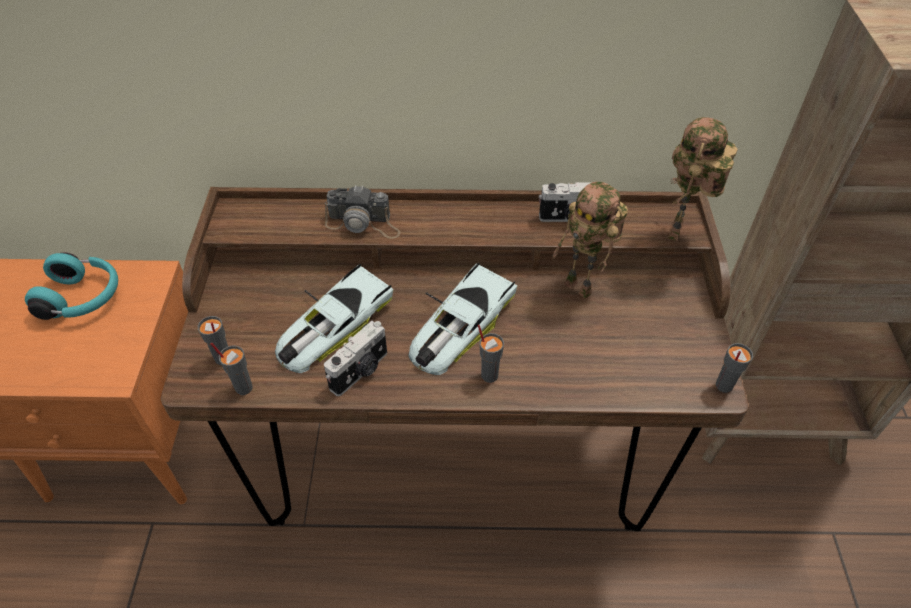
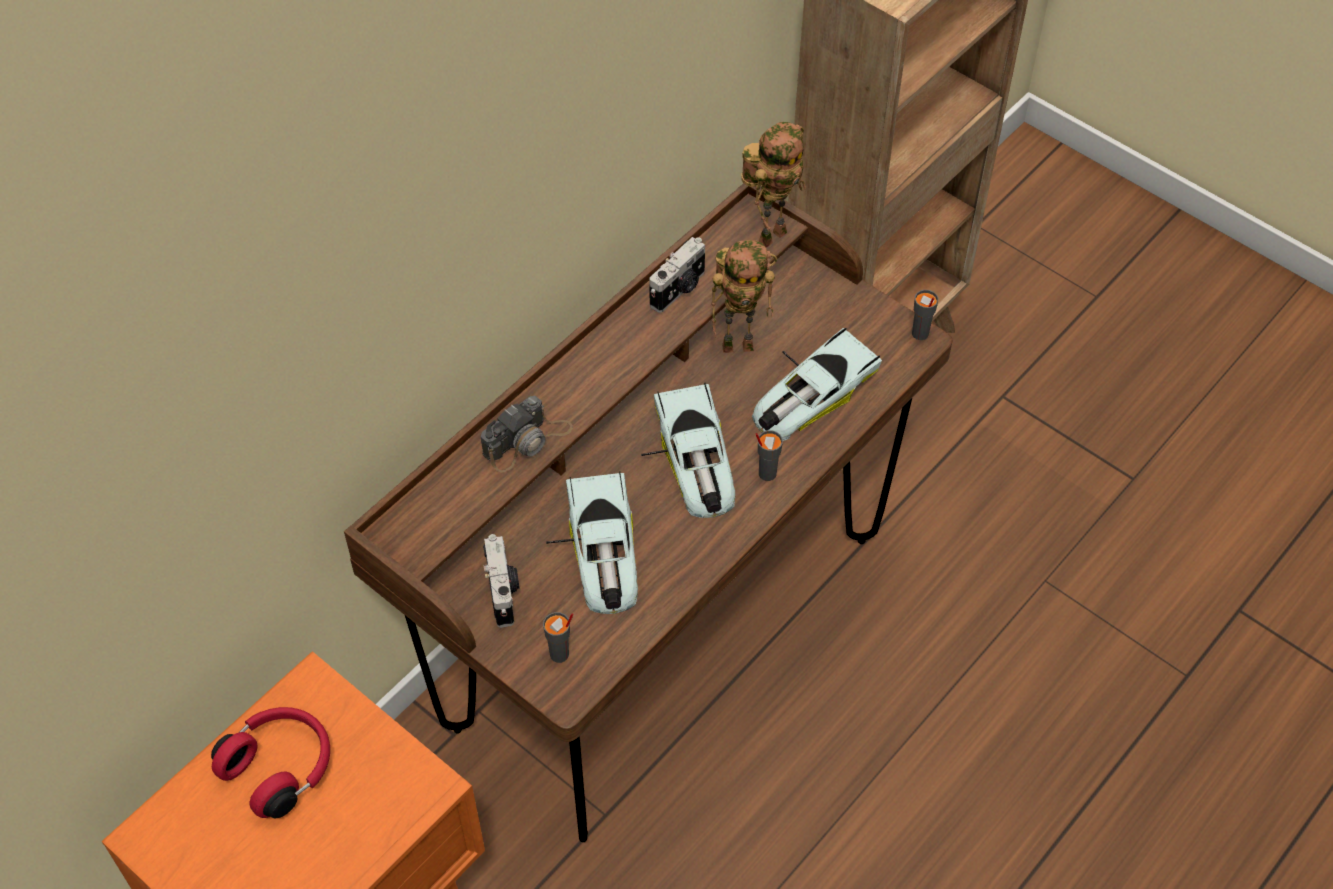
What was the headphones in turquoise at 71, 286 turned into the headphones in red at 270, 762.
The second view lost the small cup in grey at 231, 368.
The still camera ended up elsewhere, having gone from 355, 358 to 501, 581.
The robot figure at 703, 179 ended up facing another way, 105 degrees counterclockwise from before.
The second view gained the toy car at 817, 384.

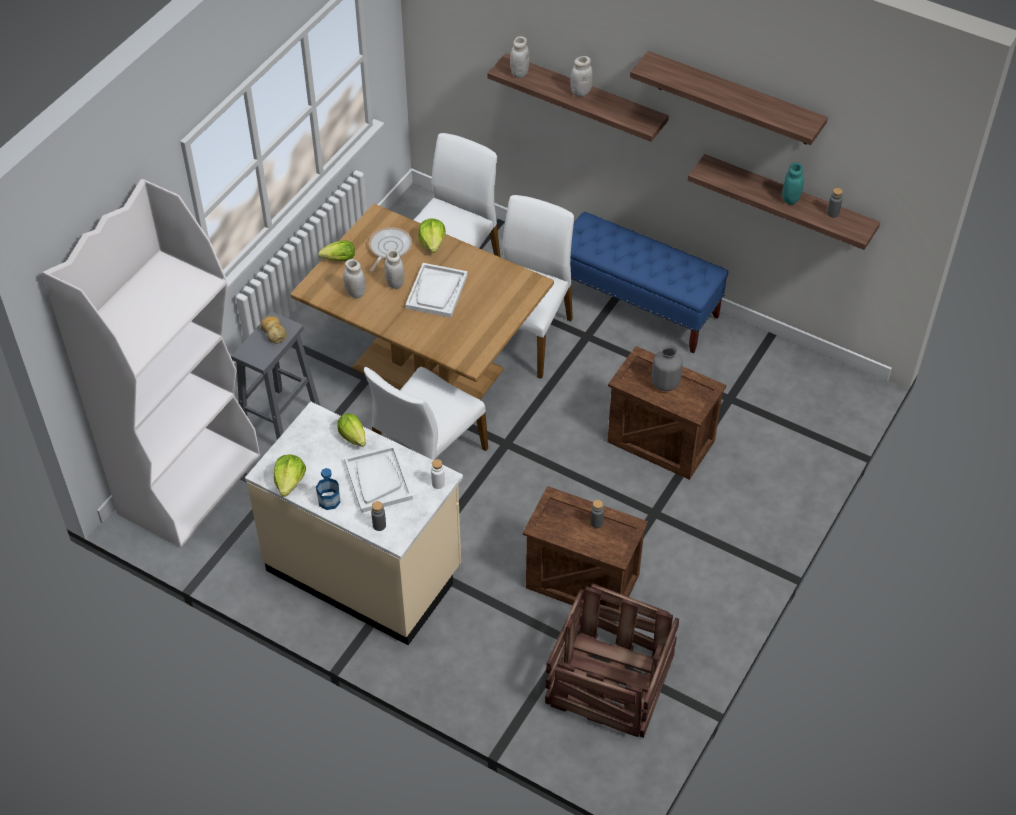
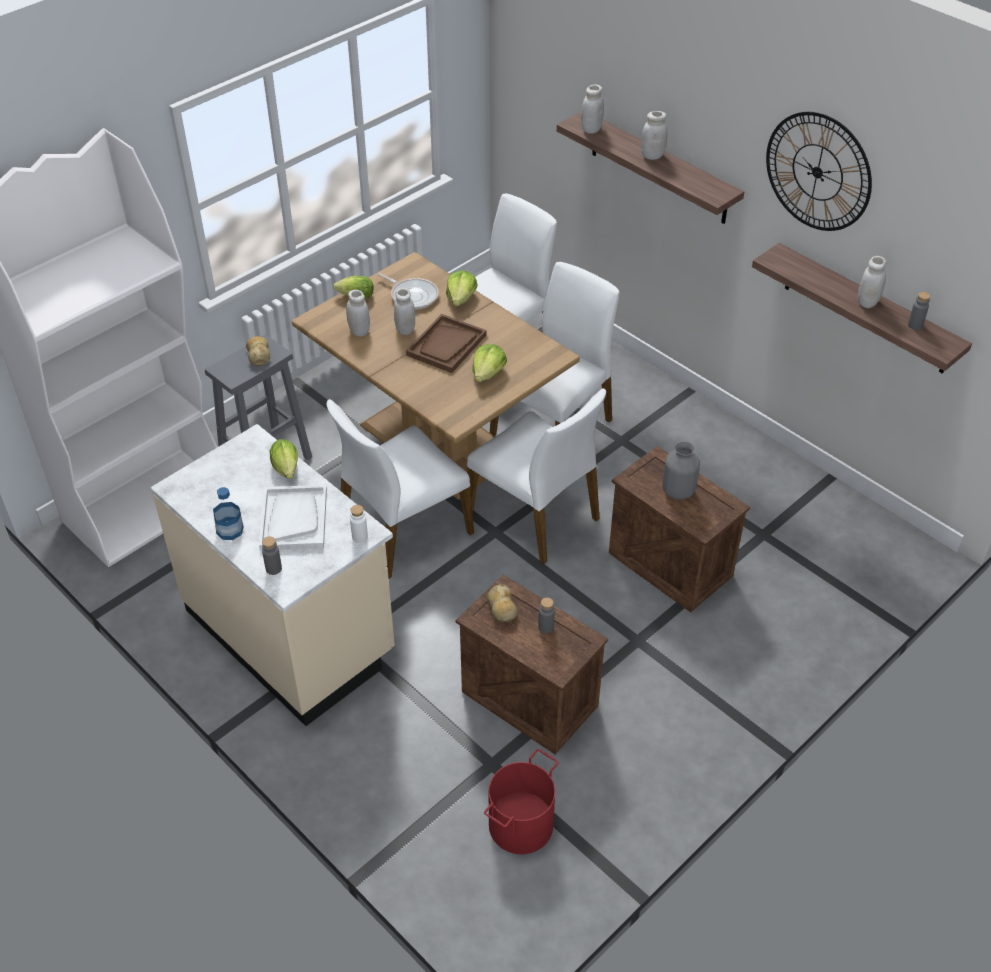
The head of lettuce ended up elsewhere, having gone from 290, 475 to 489, 363.
The pan at 390, 249 ended up facing another way, 90 degrees clockwise from before.
What was the serving tray in white at 436, 290 turned into the serving tray in brown at 446, 343.
Where the crate stood at 612, 660, the water bucket in red came to stand at 521, 801.
The second view lost the indoor bench in blue-coloured at 649, 282.
Where the shelf hung at 729, 98, the wall clock came to hang at 819, 171.
What was the preserve jar in turquoise at 793, 184 turned into the preserve jar in white at 872, 282.
The second view gained the chair in white at 536, 476.
The second view gained the bread at 502, 603.

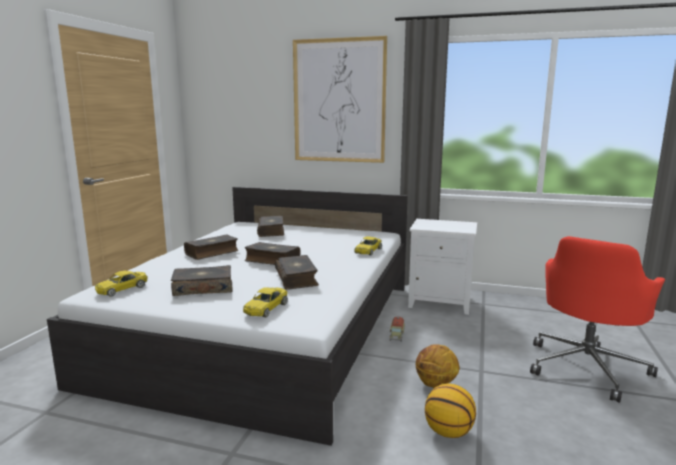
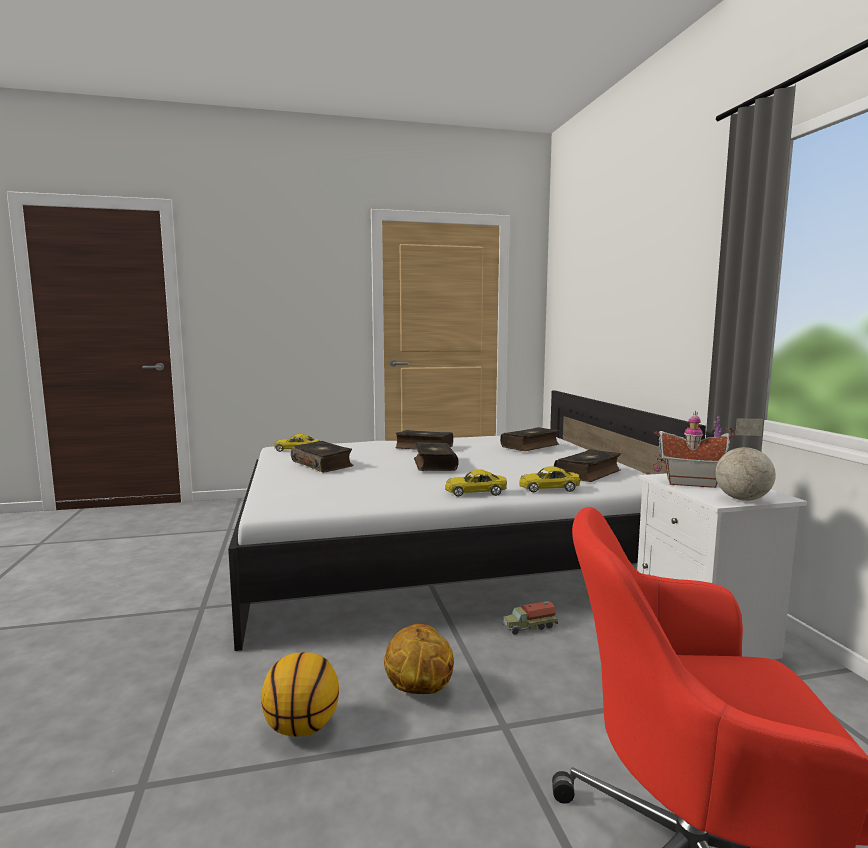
The toy car in yellow ended up elsewhere, having gone from 265, 302 to 476, 483.
The book ended up elsewhere, having gone from 297, 272 to 587, 465.
The second view lost the wall picture at 340, 99.
The second view gained the model house at 694, 449.
The second view gained the world globe at 745, 459.

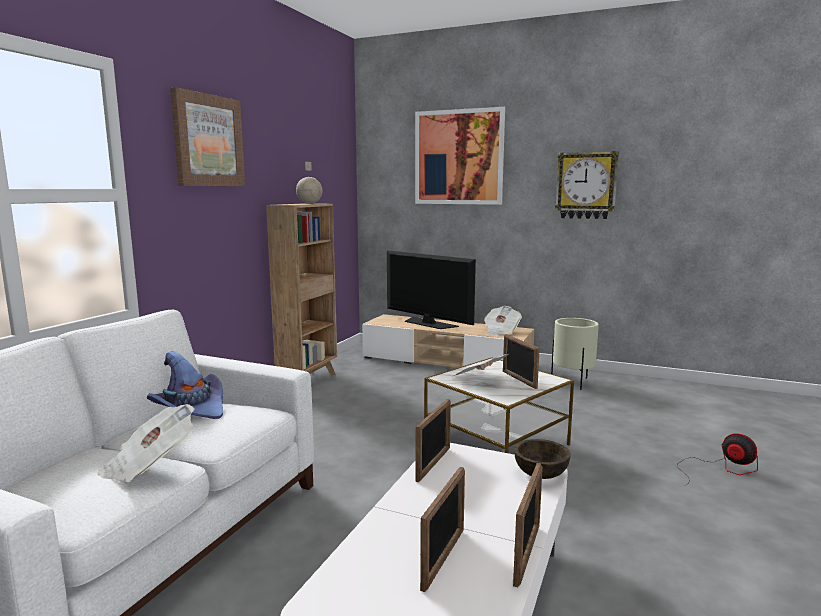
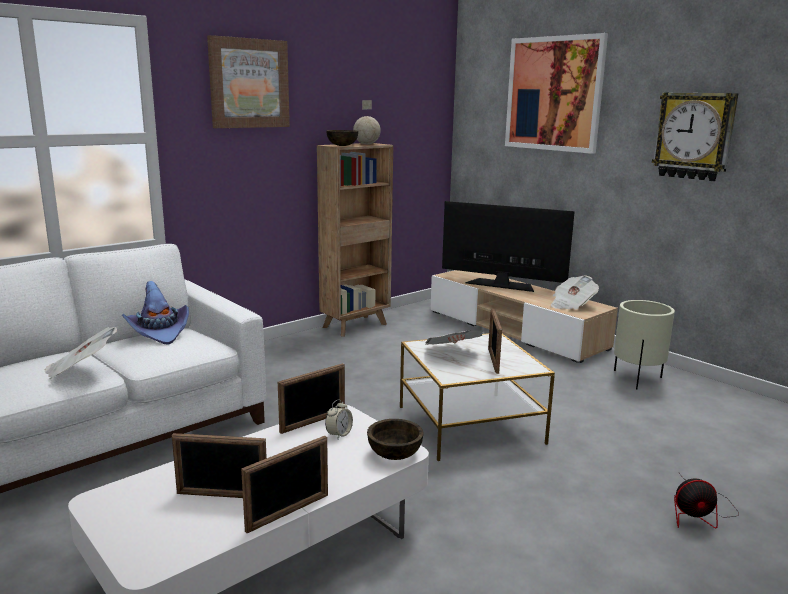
The TV set at 431, 289 ended up facing another way, 135 degrees clockwise from before.
The picture frame at 442, 529 ended up facing another way, 45 degrees clockwise from before.
The cooling fan at 717, 460 ended up facing another way, 105 degrees clockwise from before.
The second view gained the bedside clock at 339, 419.
The second view gained the deep dish in brown at 342, 138.

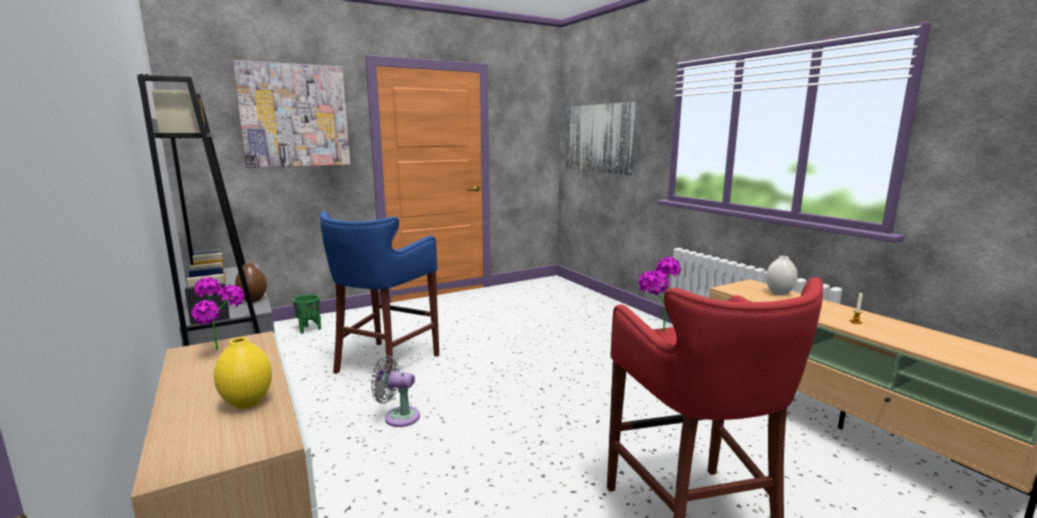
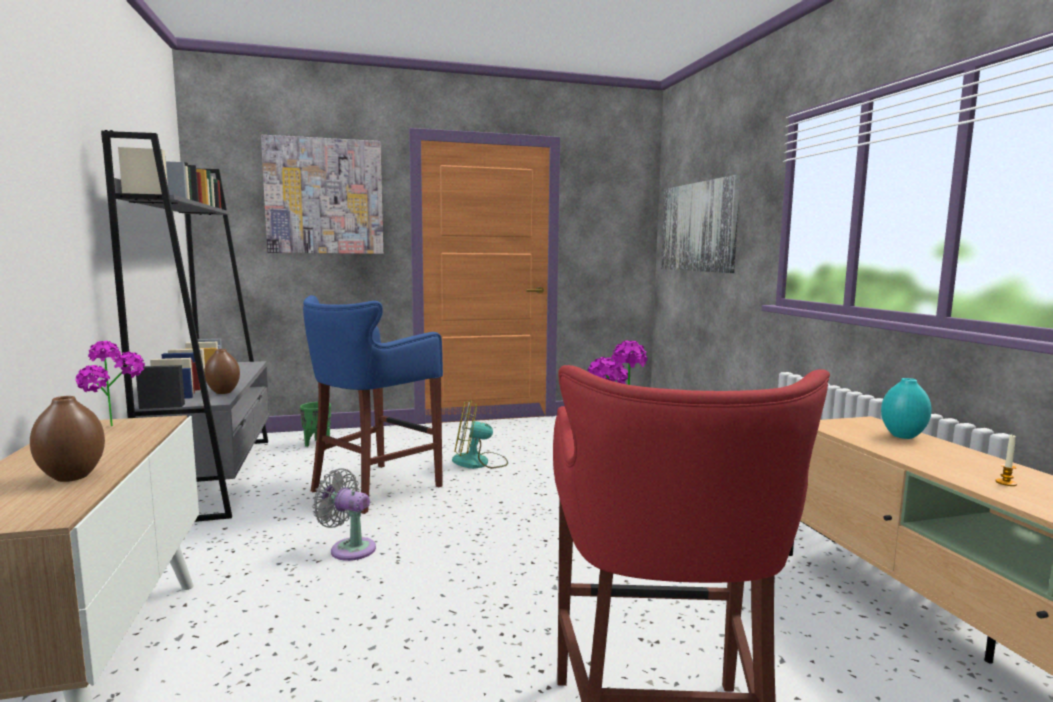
What was the vase in yellow at 243, 373 turned into the vase in brown at 67, 439.
What was the vase in white at 782, 275 turned into the vase in turquoise at 906, 408.
The second view gained the cooling fan at 480, 434.

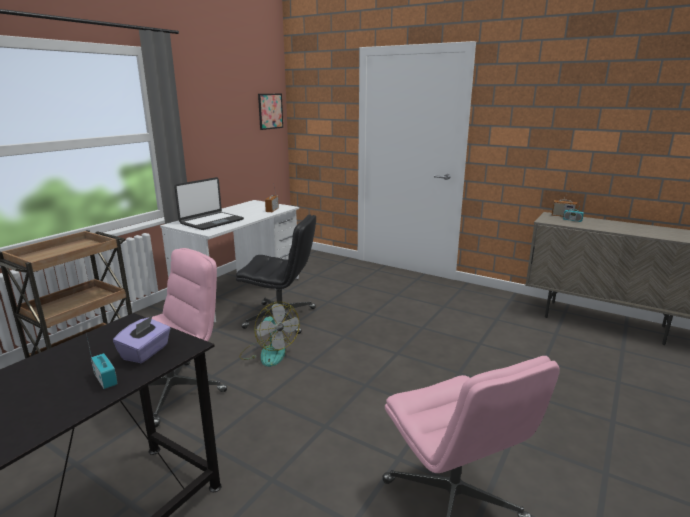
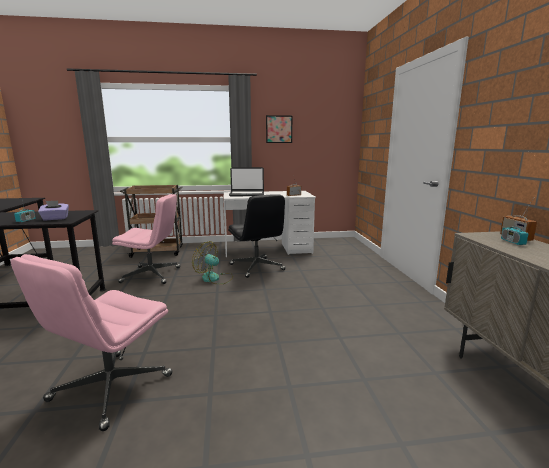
The cooling fan at 269, 334 ended up facing another way, 105 degrees clockwise from before.
The wall picture ended up elsewhere, having gone from 270, 112 to 279, 129.

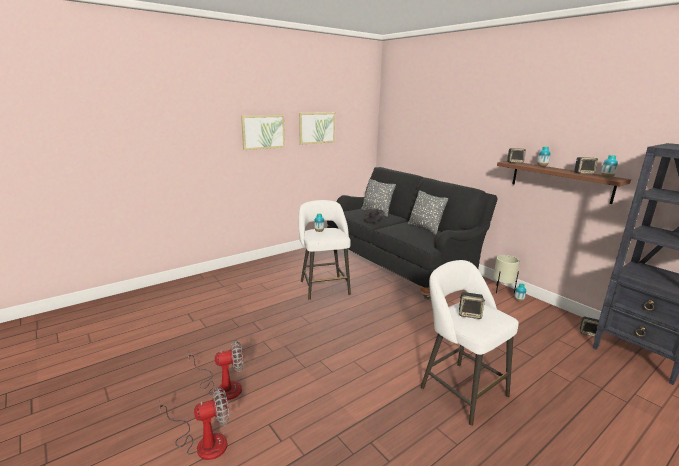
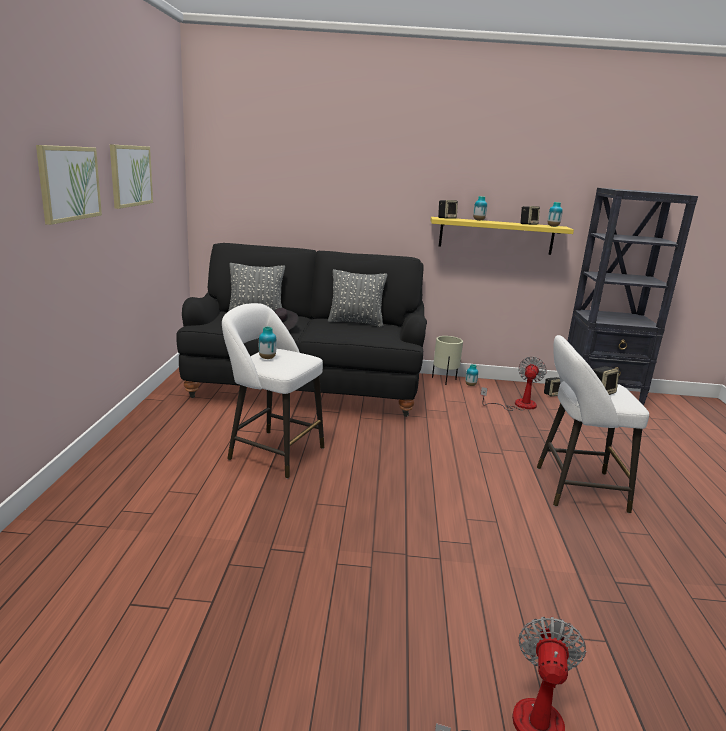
The cooling fan ended up elsewhere, having gone from 215, 370 to 513, 384.
What was the shelf in brown at 564, 182 turned into the shelf in yellow at 502, 236.

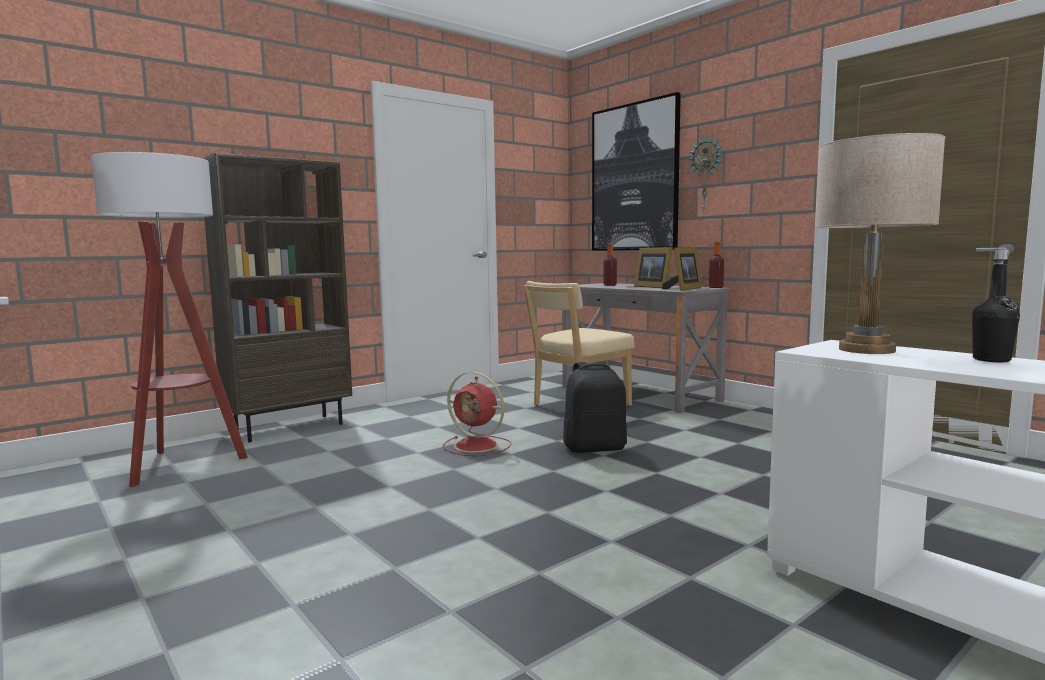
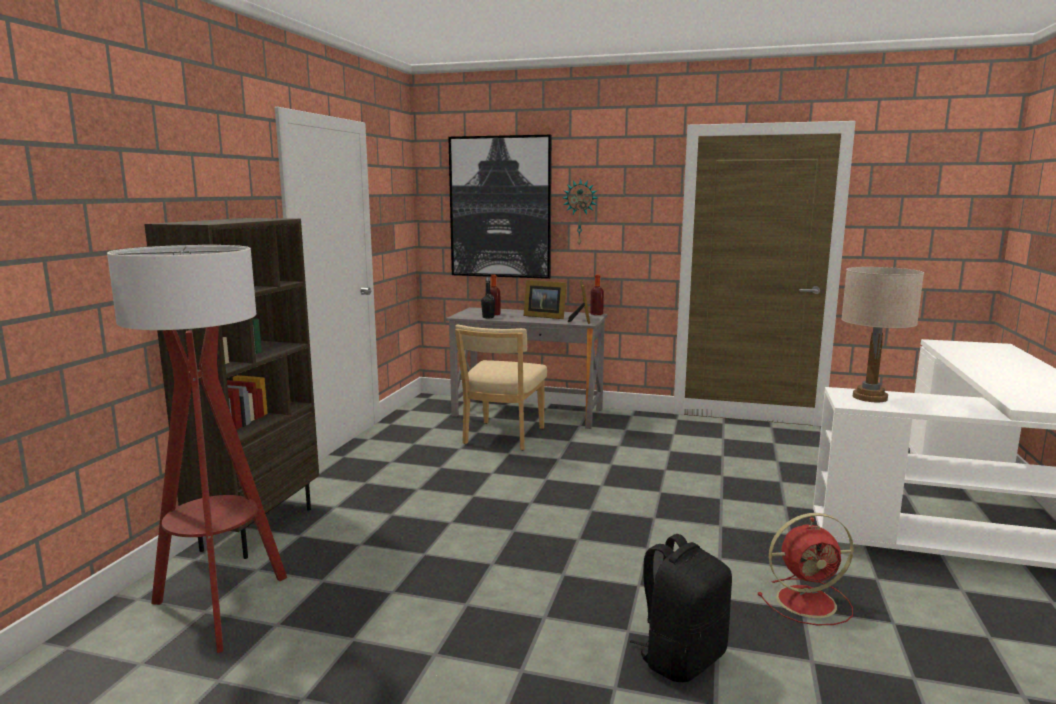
The cooling fan in red ended up elsewhere, having gone from 477, 414 to 805, 569.
The backpack in black-coloured ended up elsewhere, having gone from 595, 407 to 681, 608.
The drink bottle in black-coloured ended up elsewhere, having gone from 996, 305 to 488, 298.

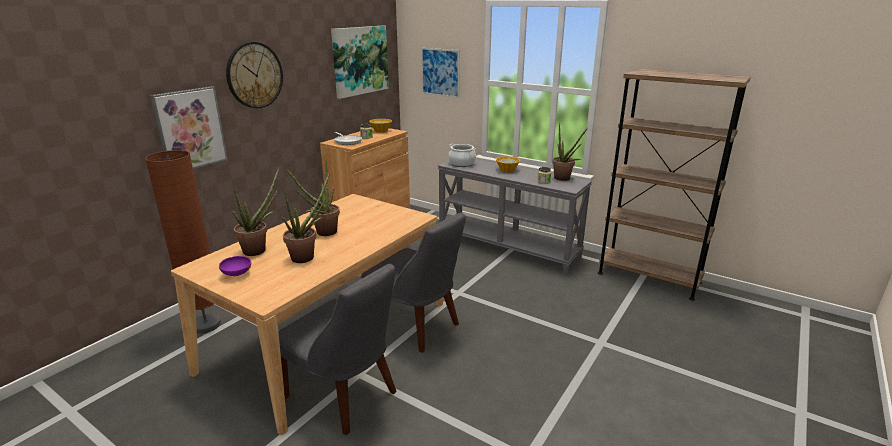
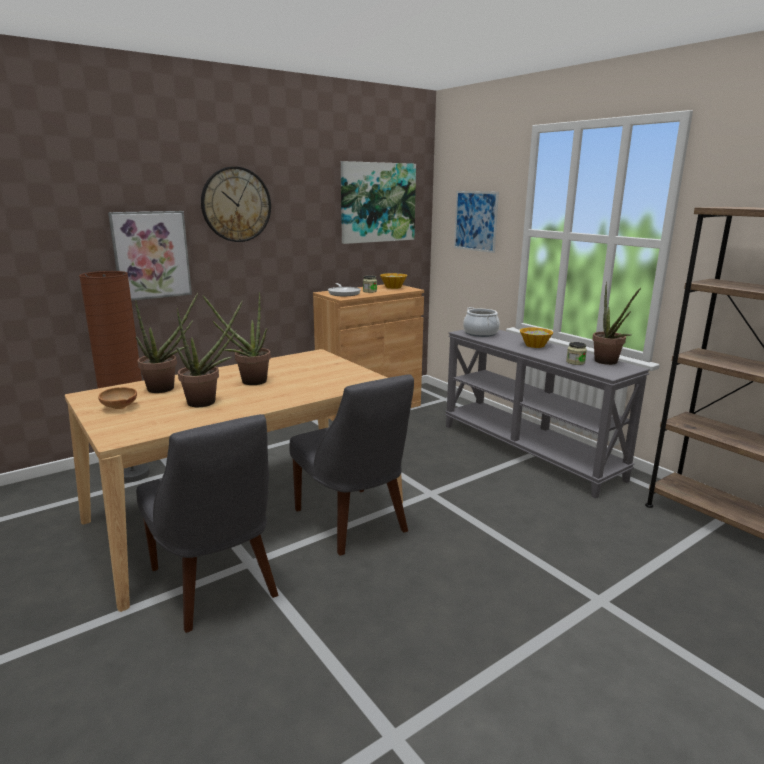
What was the deep dish in purple-coloured at 235, 266 turned into the deep dish in brown at 117, 398.

